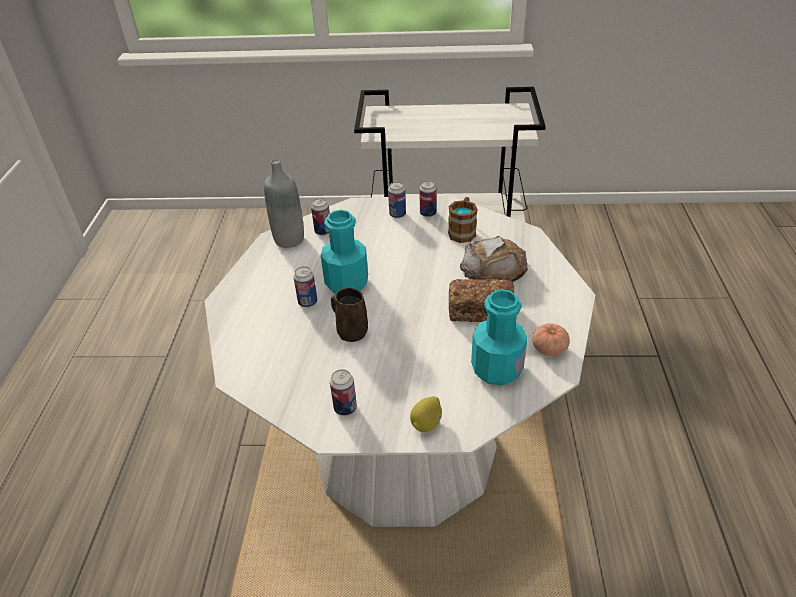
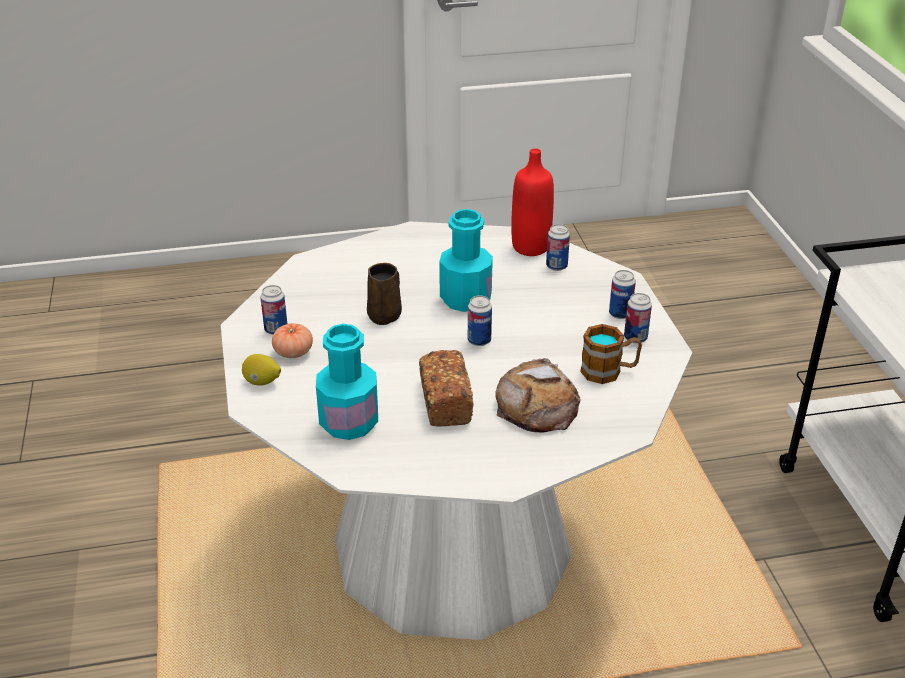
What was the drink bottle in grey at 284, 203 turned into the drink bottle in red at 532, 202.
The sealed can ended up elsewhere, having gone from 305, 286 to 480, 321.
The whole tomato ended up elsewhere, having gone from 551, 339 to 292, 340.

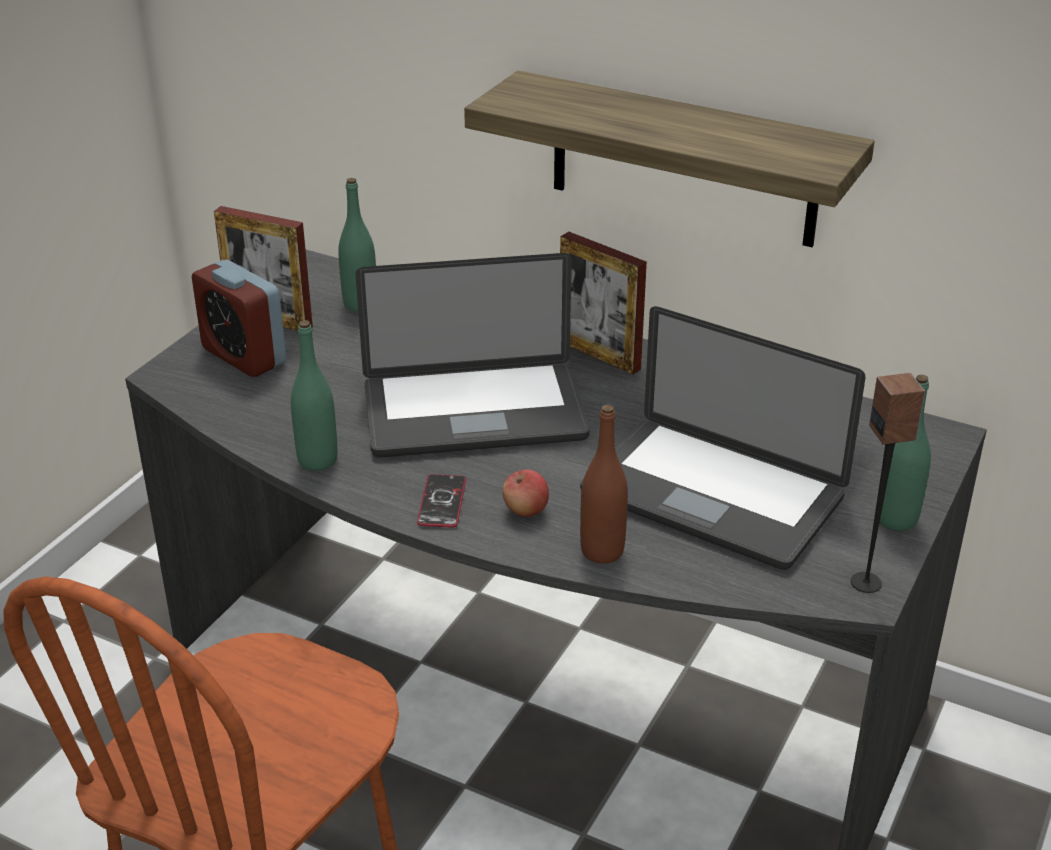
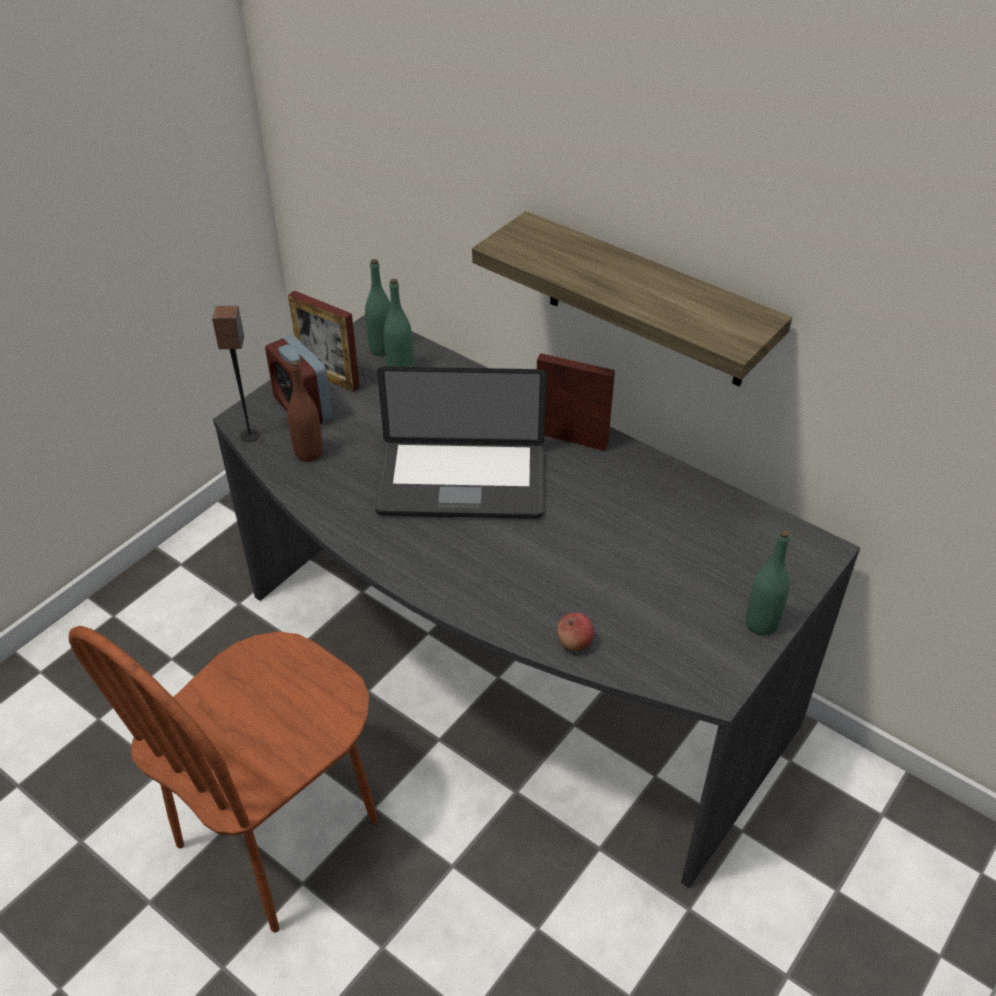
The drink bottle in green ended up elsewhere, having gone from 314, 395 to 377, 307.
The second view lost the telephone at 441, 501.
The whole apple ended up elsewhere, having gone from 526, 493 to 575, 632.
The picture frame at 603, 303 ended up facing another way, 150 degrees clockwise from before.
The second view lost the notebook computer at 723, 438.
The drink bottle in brown ended up elsewhere, having gone from 604, 484 to 305, 411.
The audio speaker ended up elsewhere, having gone from 888, 483 to 236, 374.

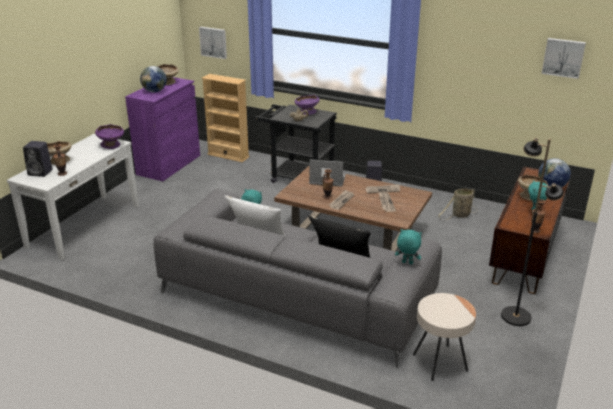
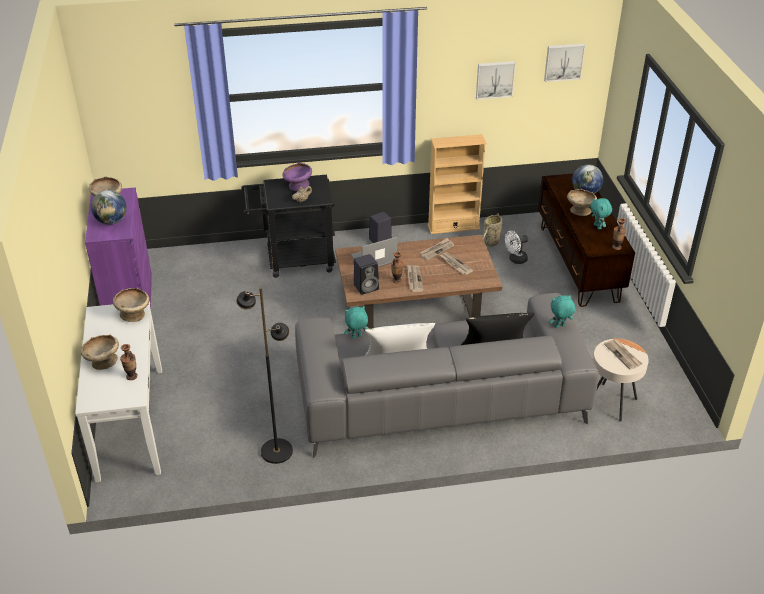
The audio speaker in black-coloured ended up elsewhere, having gone from 38, 159 to 366, 274.
What was the deep dish in purple-coloured at 109, 136 turned into the deep dish in beige-coloured at 131, 305.
The wall picture ended up elsewhere, having gone from 213, 43 to 495, 80.
The shelving unit in beige-coloured ended up elsewhere, having gone from 225, 118 to 457, 184.
The floor lamp in black-coloured ended up elsewhere, having gone from 532, 232 to 264, 375.
The second view gained the cooling fan in white at 516, 247.
The second view gained the newspaper at 623, 354.

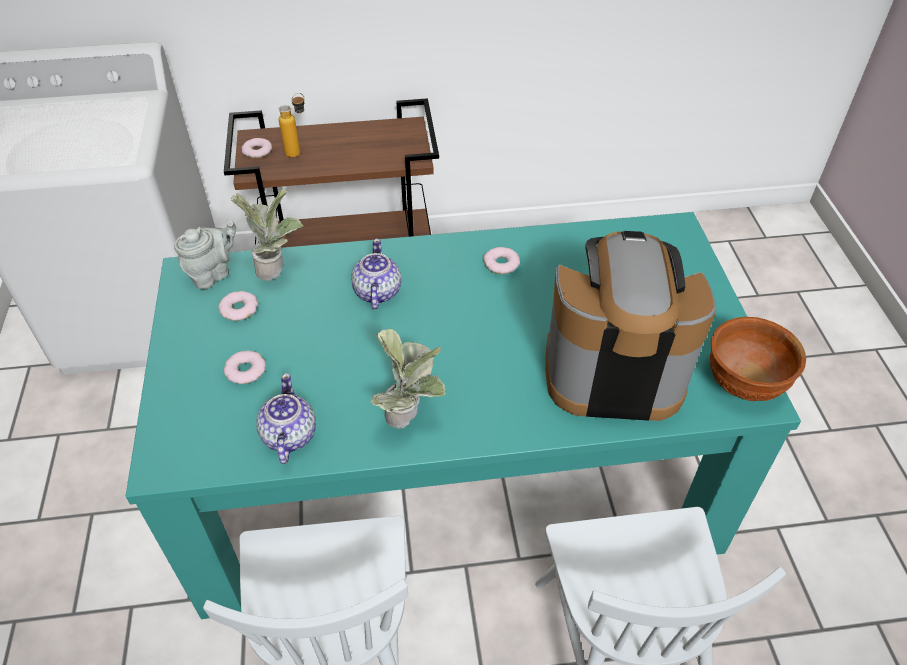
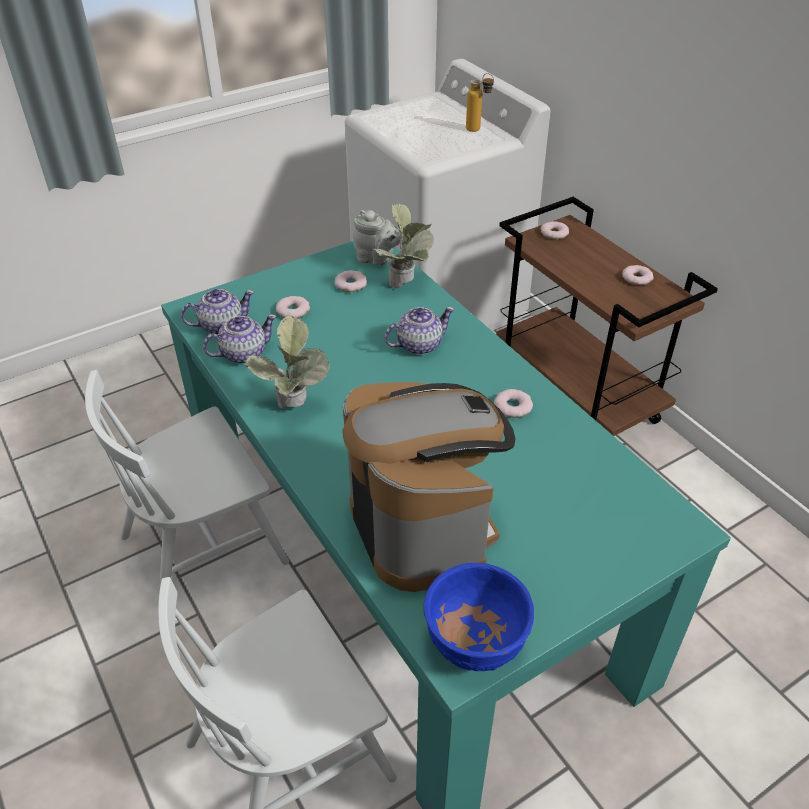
The drink bottle ended up elsewhere, having gone from 292, 125 to 480, 102.
What was the deep dish in brown at 758, 359 turned into the deep dish in blue-coloured at 479, 617.
The second view gained the tea pot at 217, 311.
The second view gained the ring doughnut at 638, 275.

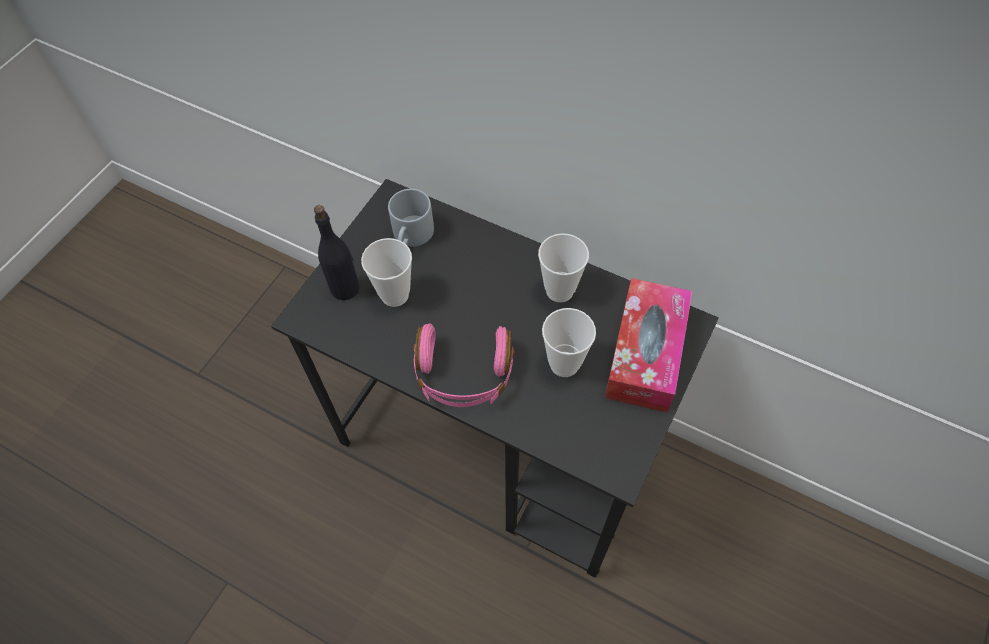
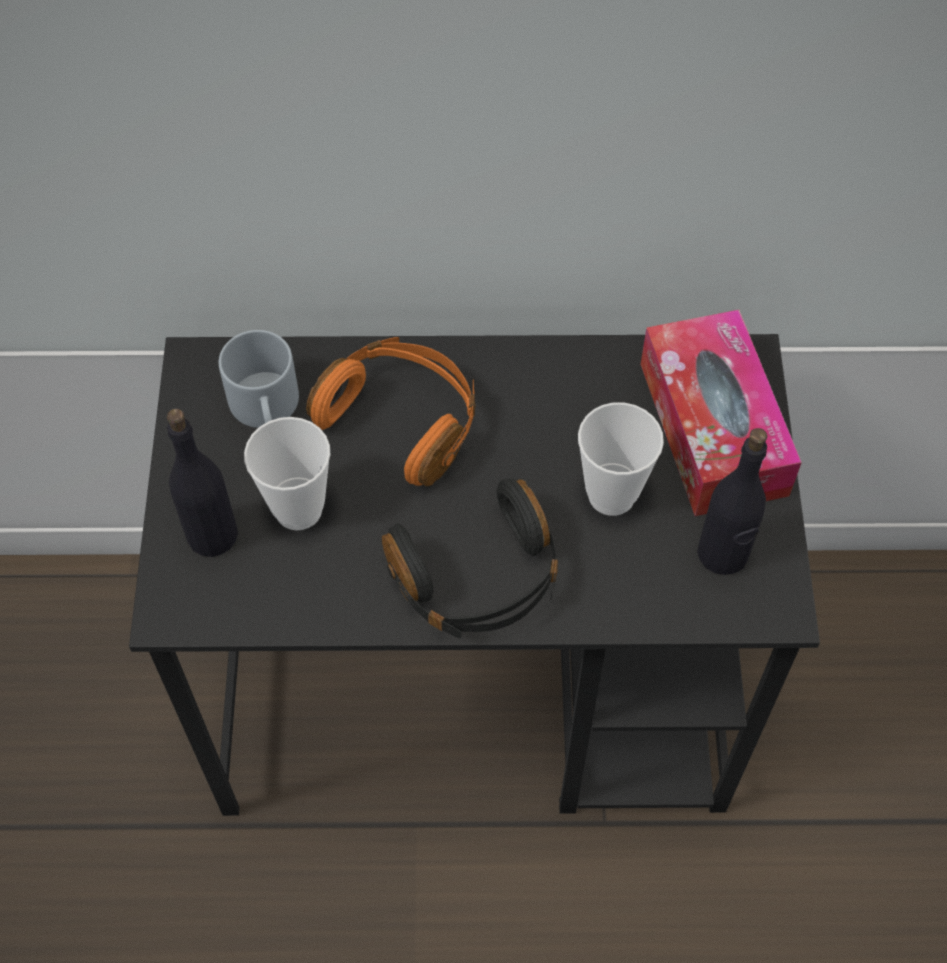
What was the headphones in pink at 464, 365 turned into the headphones in black-coloured at 470, 559.
The second view lost the small cup at 563, 267.
The second view gained the headphones in orangey at 391, 411.
The second view gained the drink bottle in black-coloured at 732, 501.

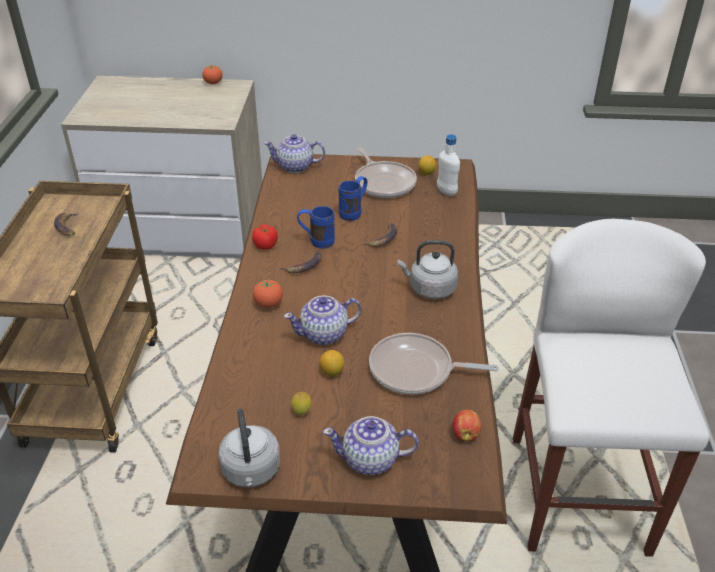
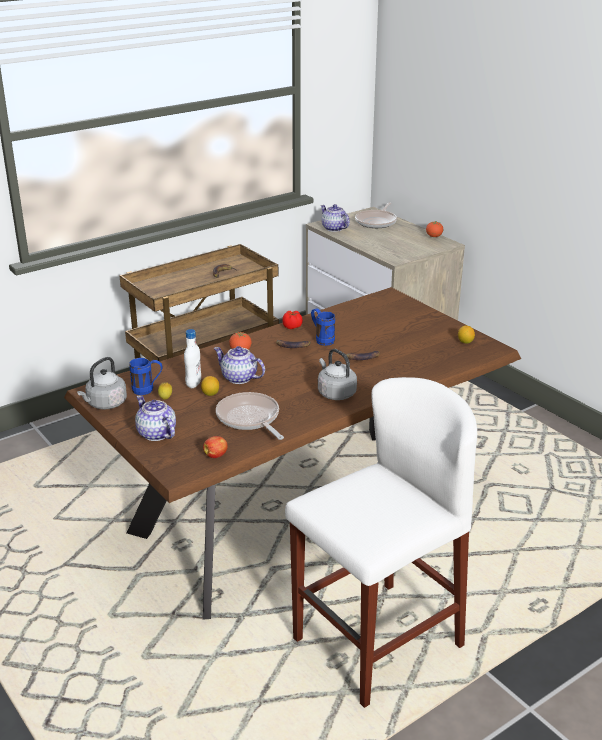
The tea pot ended up elsewhere, having gone from 294, 153 to 335, 218.
The tea mug in blue-coloured ended up elsewhere, having gone from 353, 198 to 145, 376.
The pan ended up elsewhere, having gone from 386, 172 to 376, 215.
The drink bottle in white ended up elsewhere, having gone from 448, 165 to 192, 358.

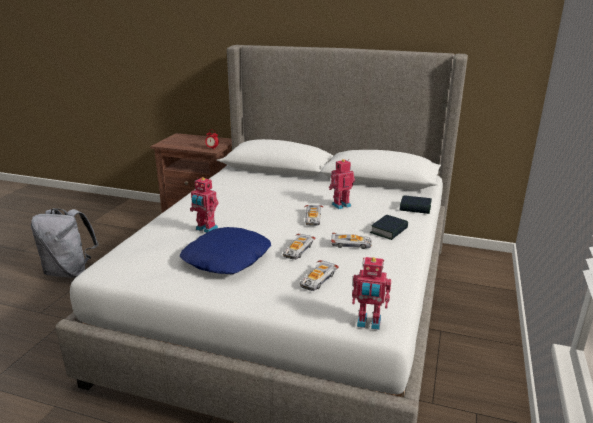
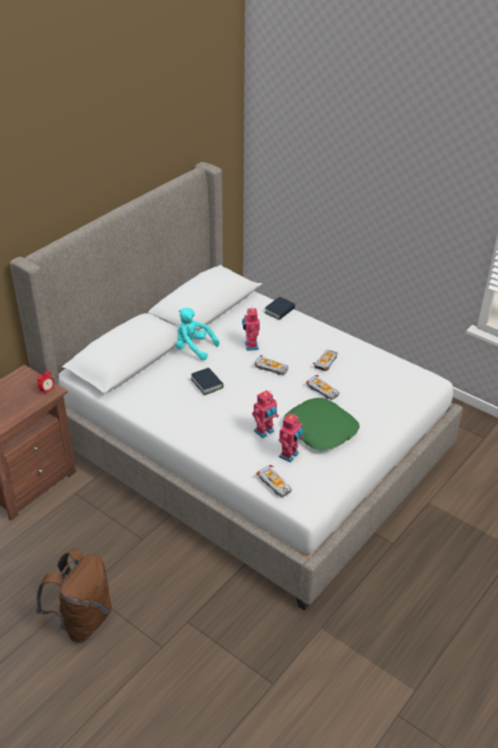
What was the backpack in grey at 65, 243 turned into the backpack in brown at 74, 596.
What was the throw pillow in blue-coloured at 225, 250 turned into the throw pillow in green at 322, 424.
The toy car ended up elsewhere, having gone from 319, 275 to 274, 481.
The robot figure ended up elsewhere, having gone from 371, 293 to 291, 438.
The book ended up elsewhere, having gone from 389, 227 to 207, 381.
The second view gained the plush toy in turquoise at 197, 334.

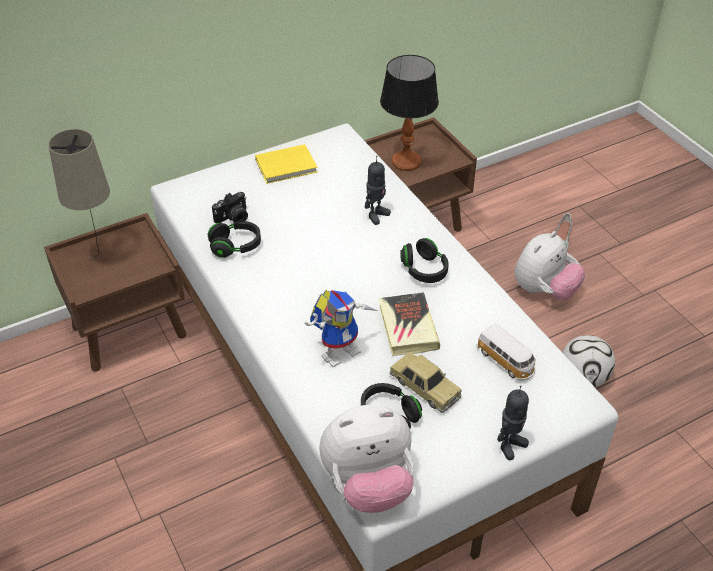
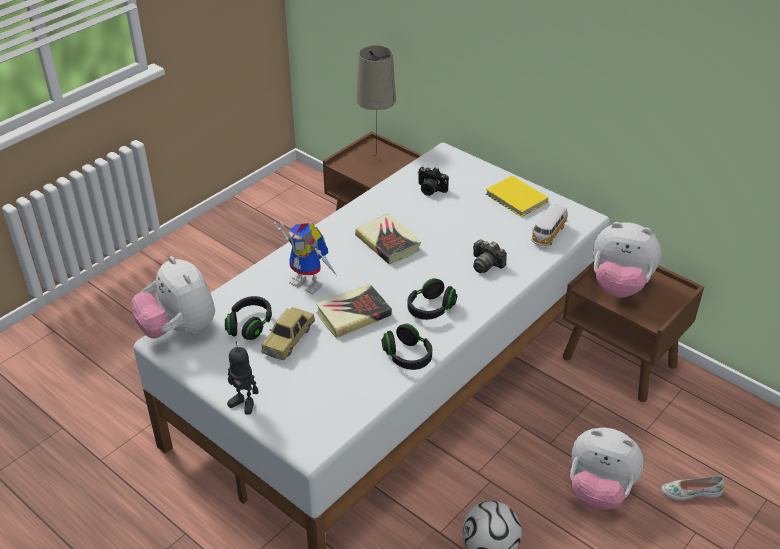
The headphones in black-coloured ended up elsewhere, having gone from 234, 239 to 407, 347.
Where the robot figure stood at 378, 190, the still camera came to stand at 490, 256.
Where the lamp for a table stood at 409, 113, the plush toy came to stand at 627, 260.
The toy car ended up elsewhere, having gone from 506, 352 to 549, 225.
The second view gained the book at 388, 239.

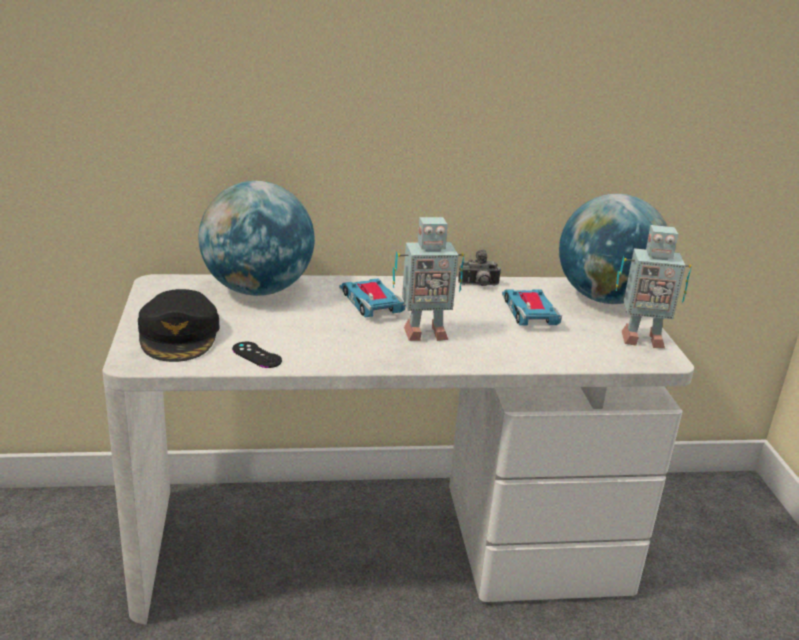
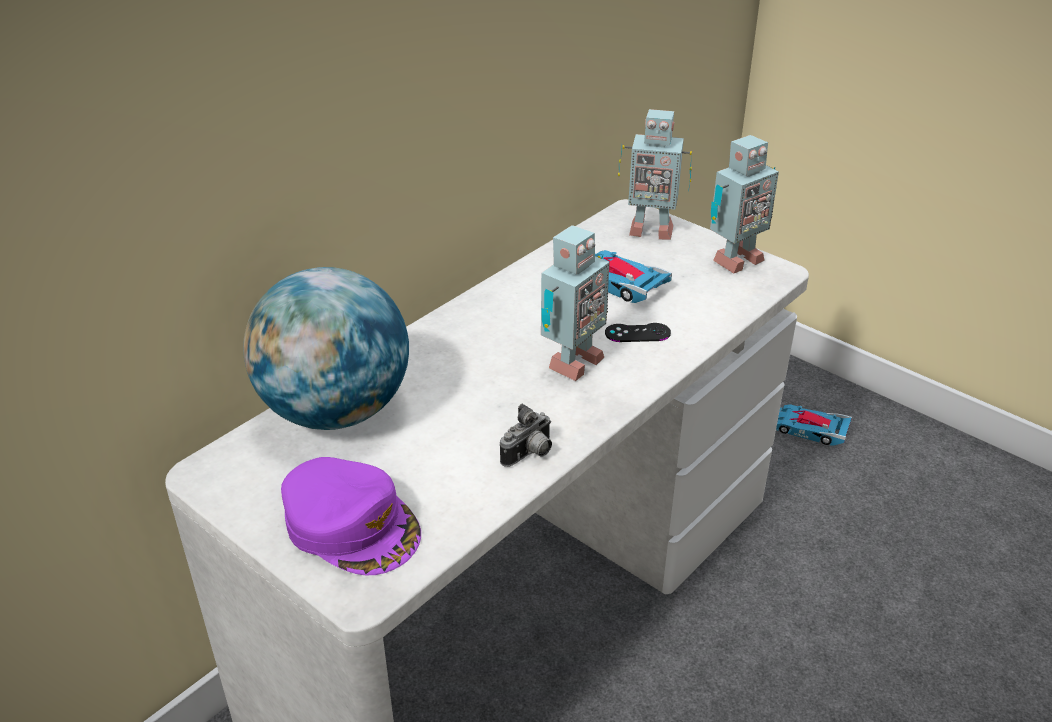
What was the baseball cap in black-coloured at 178, 325 turned into the baseball cap in purple-coloured at 351, 516.
The game controller in black-coloured ended up elsewhere, having gone from 257, 355 to 638, 332.
The toy car ended up elsewhere, having gone from 373, 297 to 814, 424.
The still camera ended up elsewhere, having gone from 479, 268 to 526, 435.
Where the world globe stood at 613, 249, the robot figure came to stand at 655, 174.

